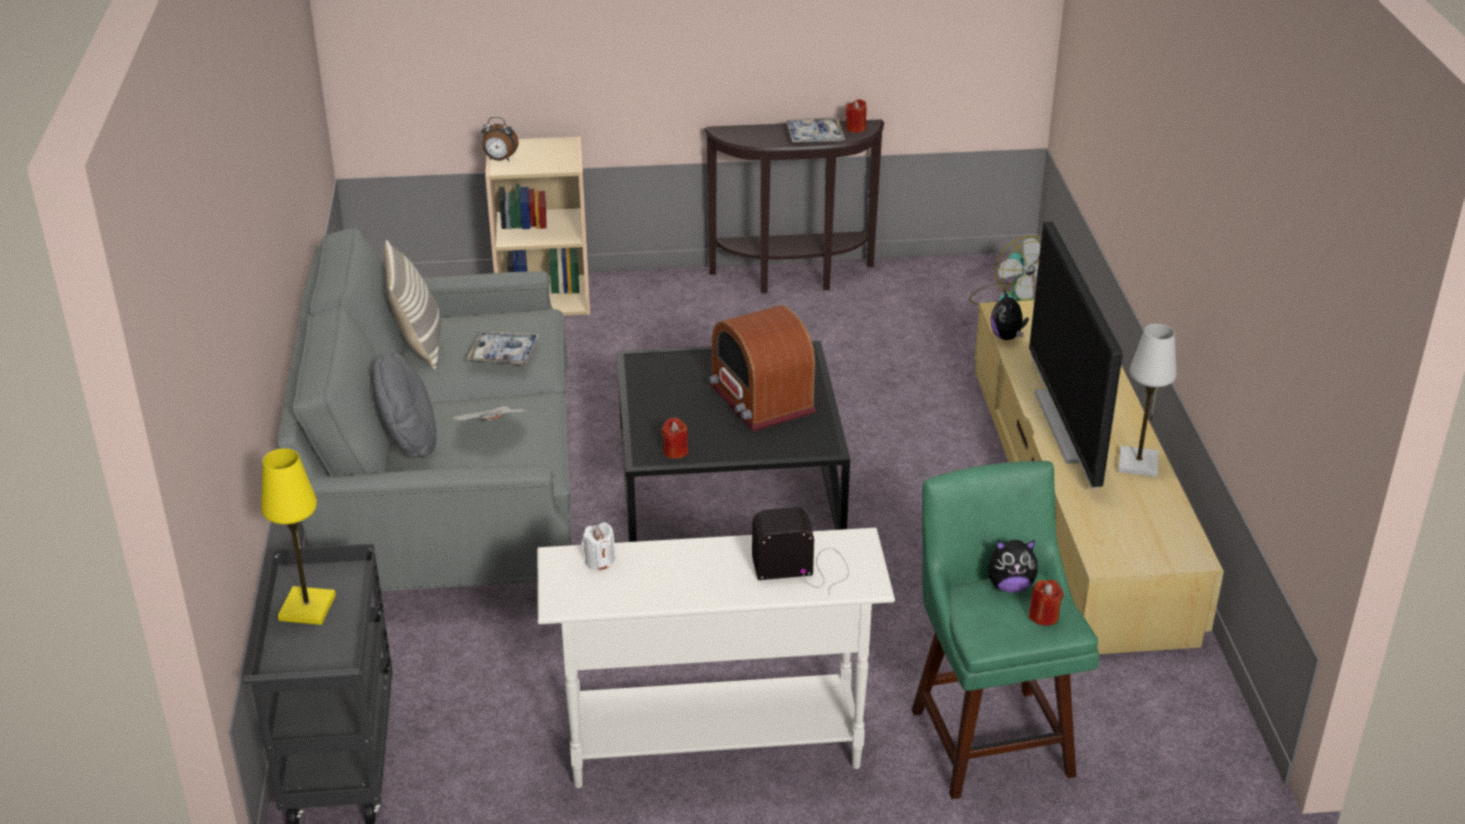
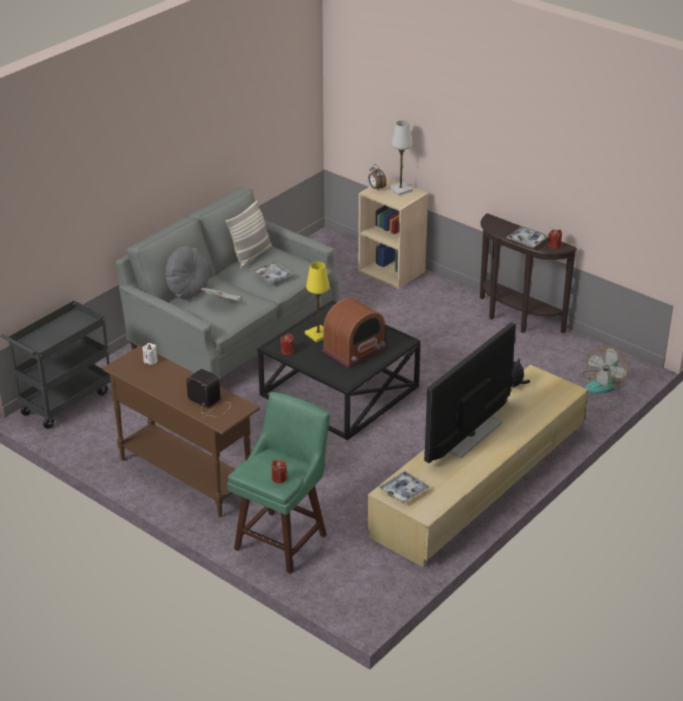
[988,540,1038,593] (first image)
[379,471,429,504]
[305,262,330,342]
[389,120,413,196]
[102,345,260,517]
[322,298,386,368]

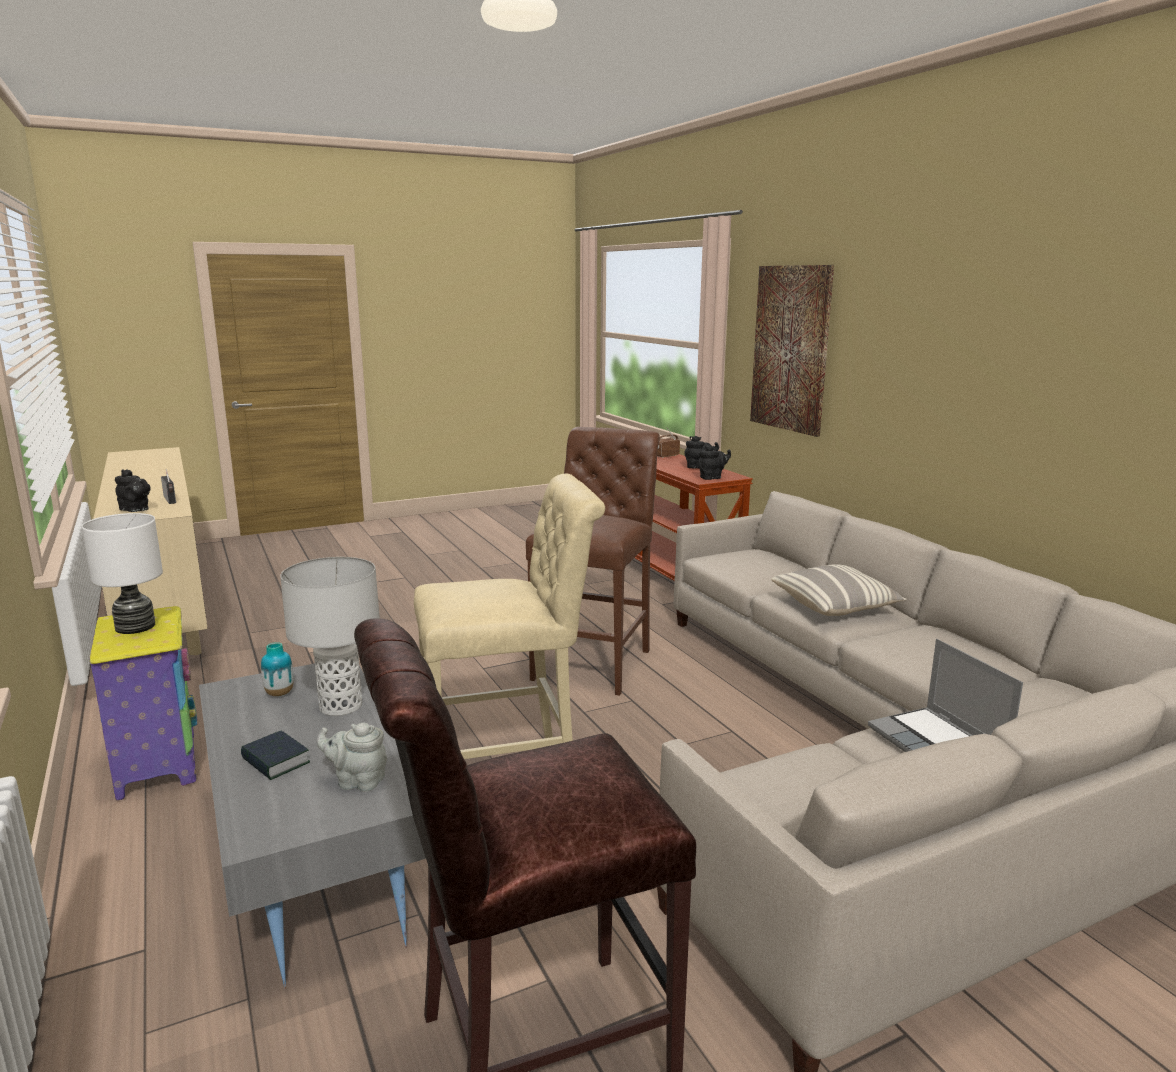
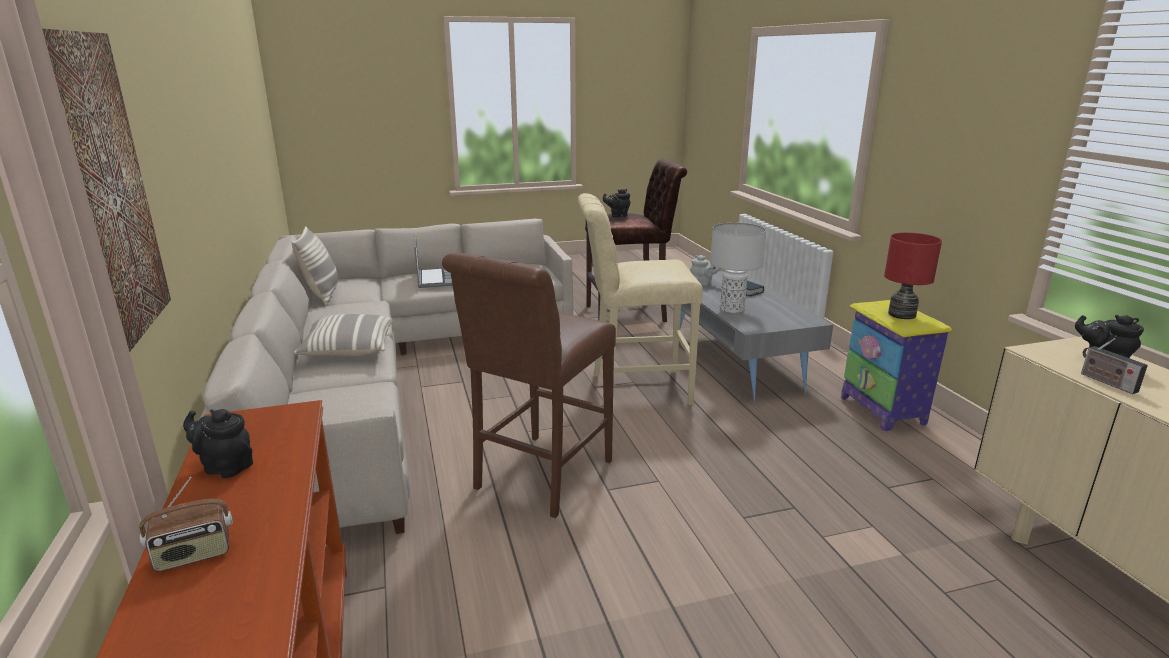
[261,642,294,696] (first image)
[291,226,338,305]
[603,189,631,217]
[884,233,942,319]

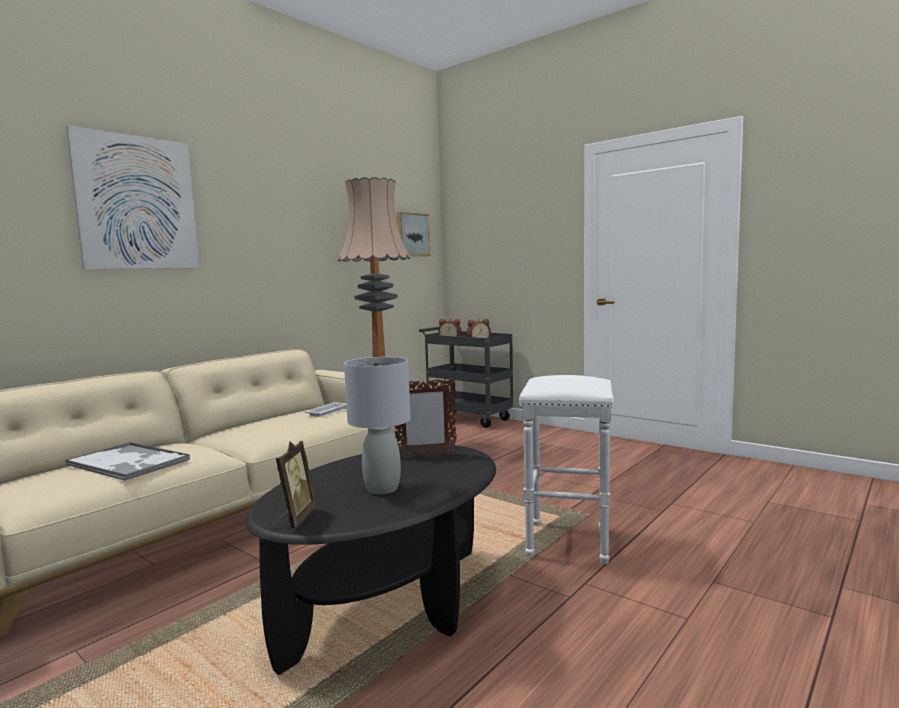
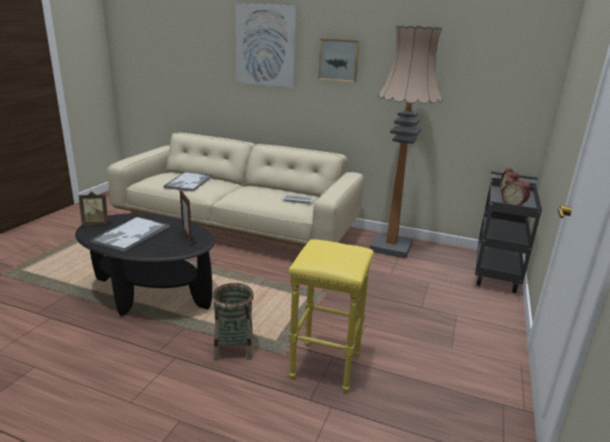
[289,239,374,393]
[318,39,360,82]
[90,217,169,252]
[212,283,254,360]

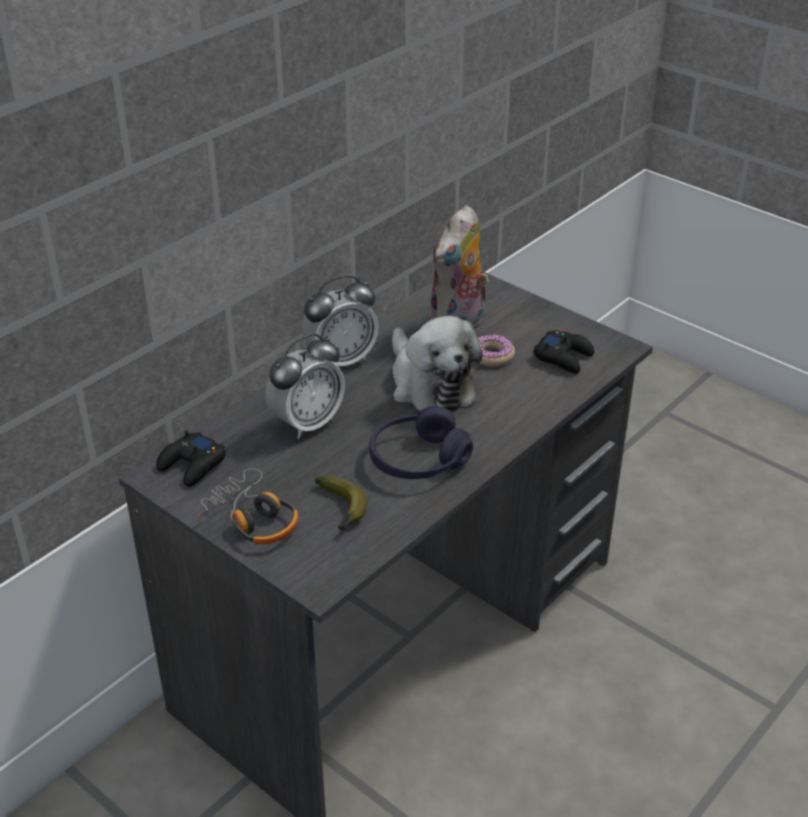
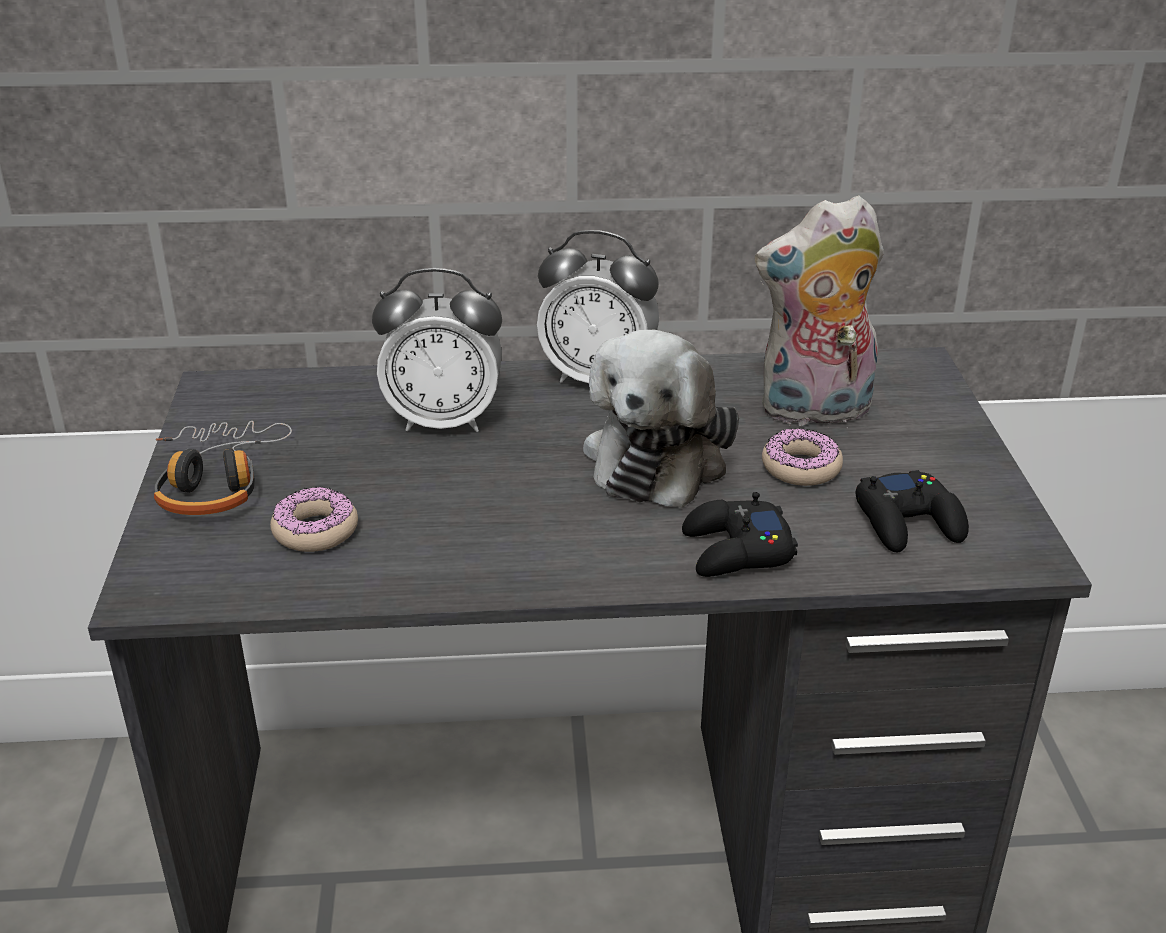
[369,406,473,479] (first image)
[682,492,798,577]
[270,486,358,552]

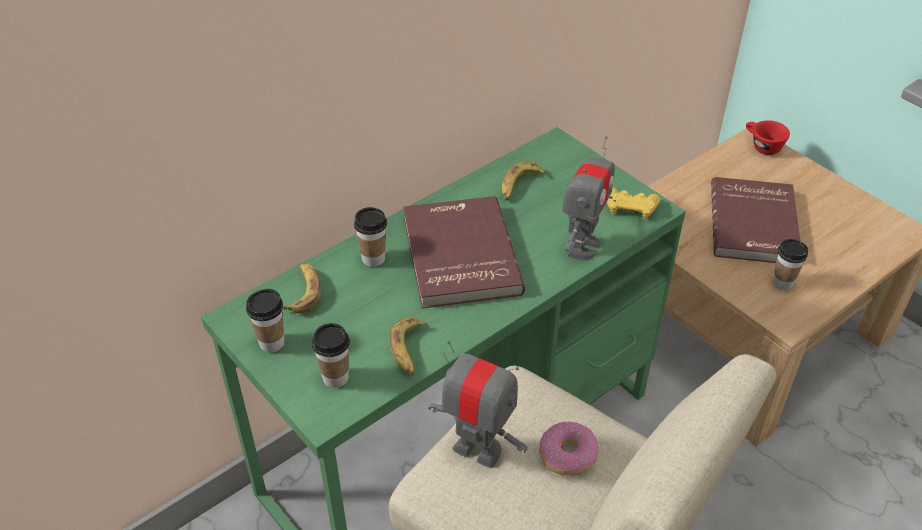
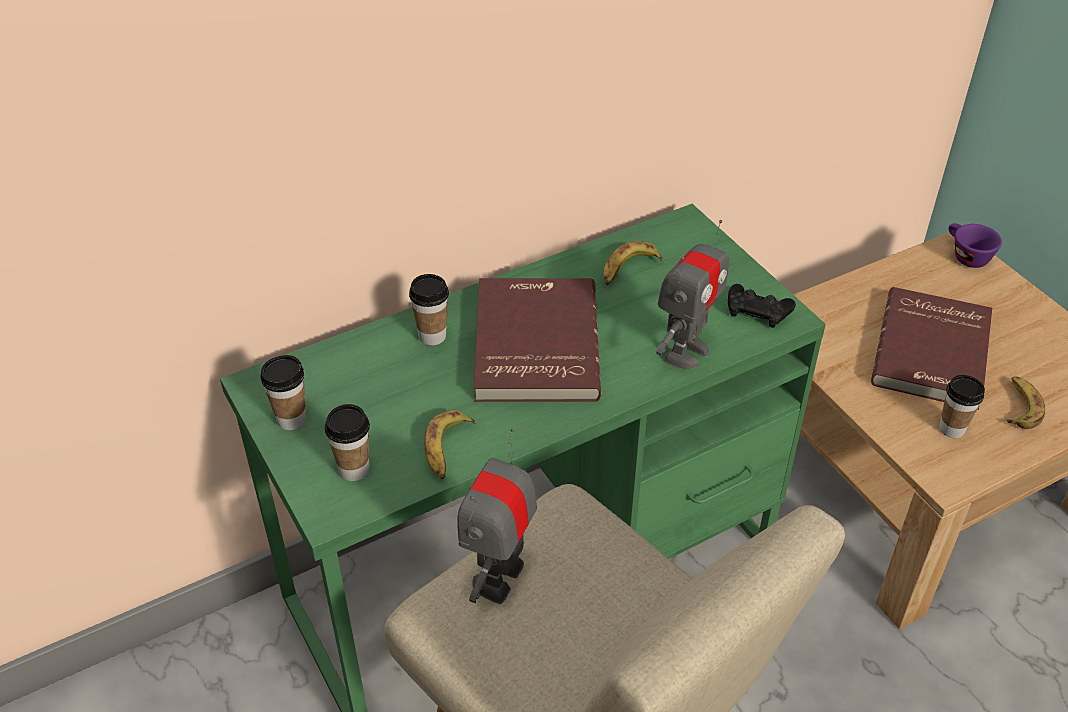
[539,422,599,476] (first image)
[1006,377,1045,429]
[728,284,796,328]
[949,223,1002,268]
[457,428,537,604]

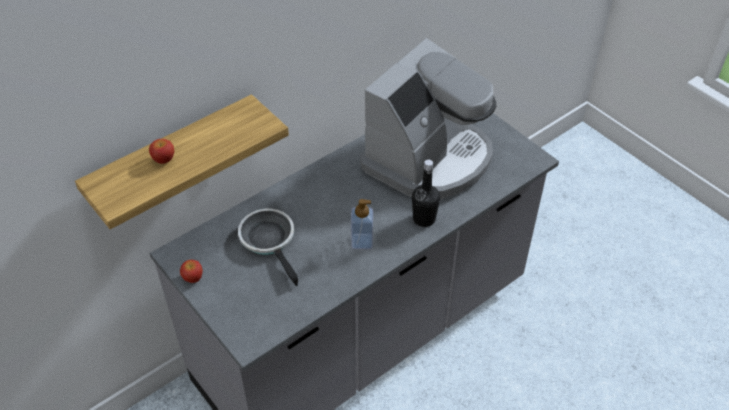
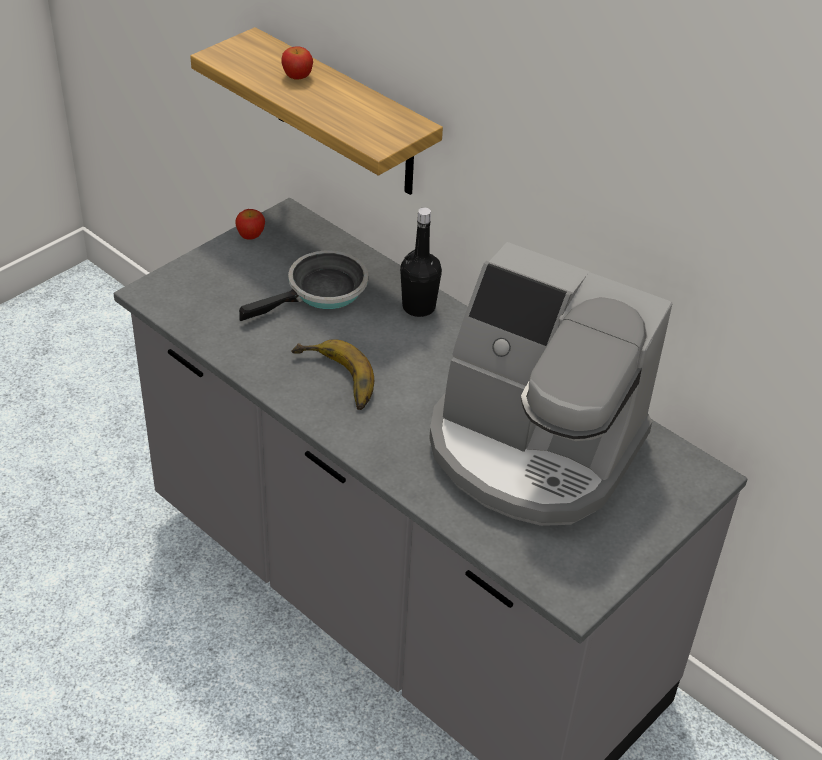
[400,208,442,317]
[291,339,374,410]

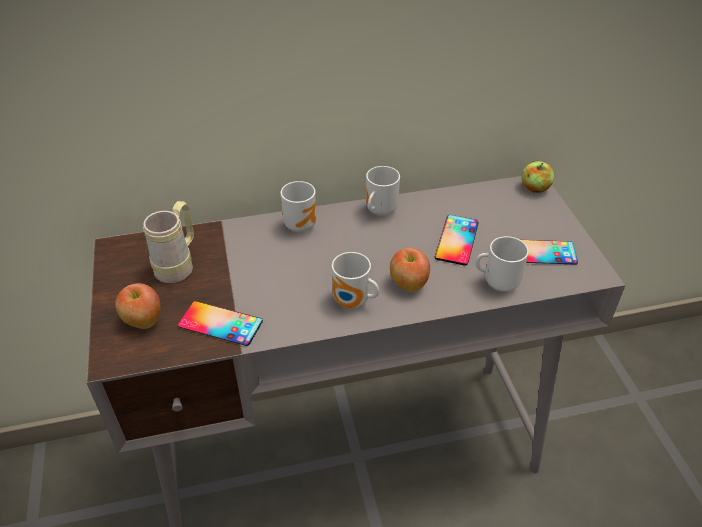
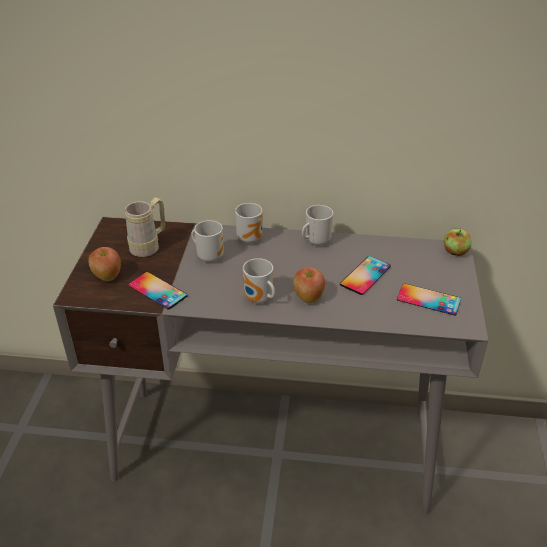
[191,220,224,263]

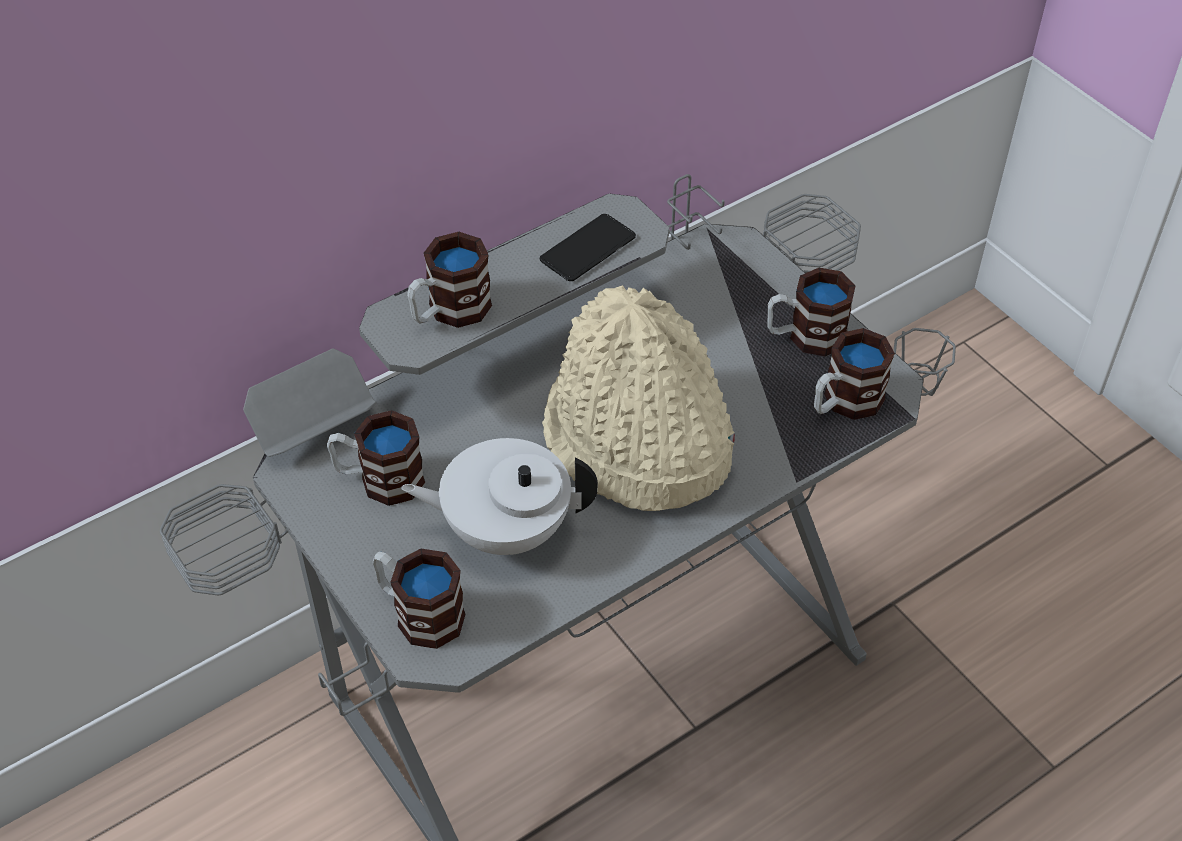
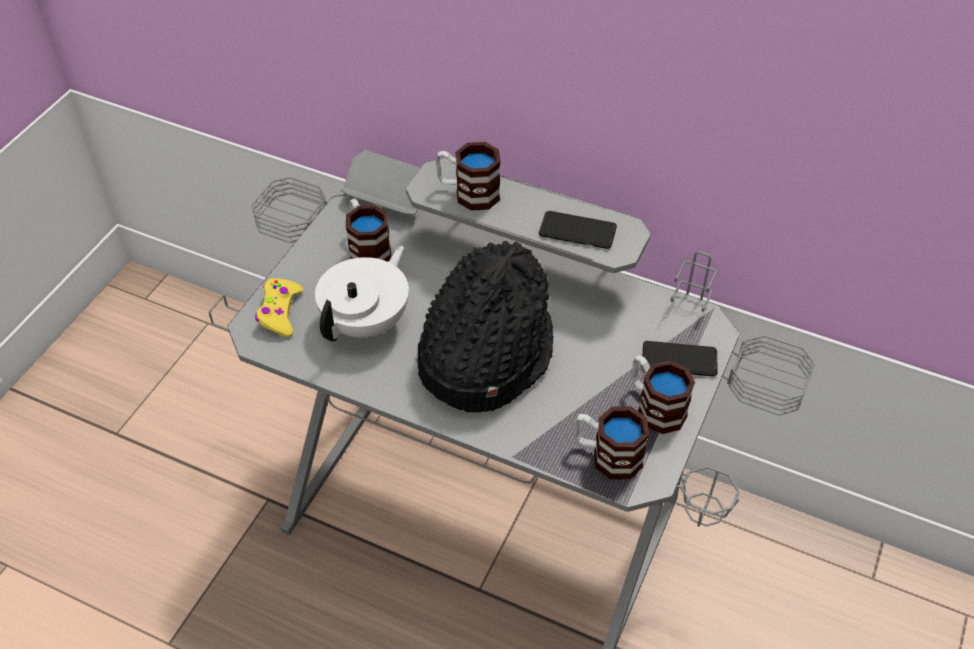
[642,341,718,377]
[255,278,303,337]
[417,241,553,412]
[315,246,409,341]

